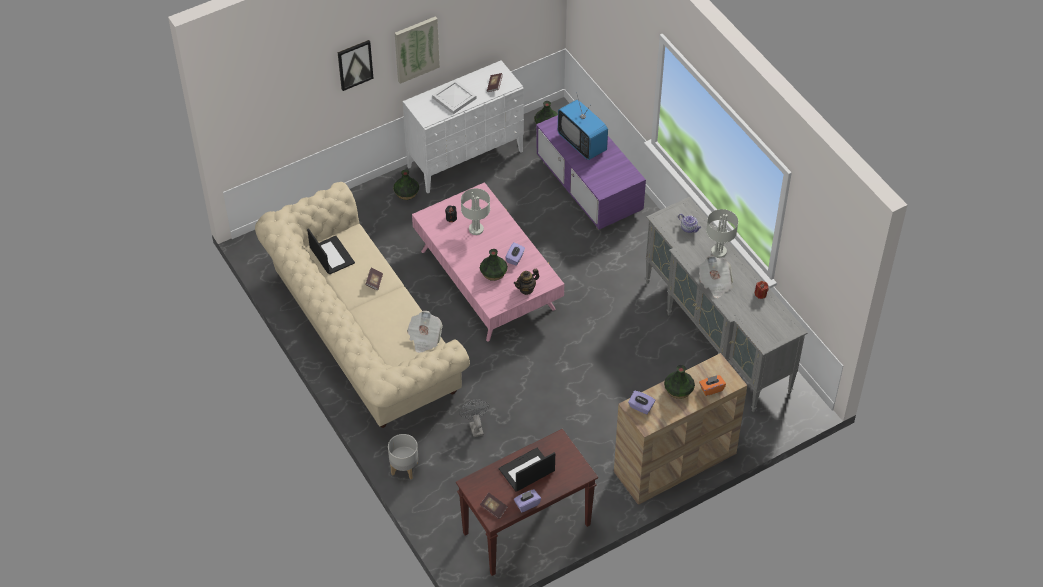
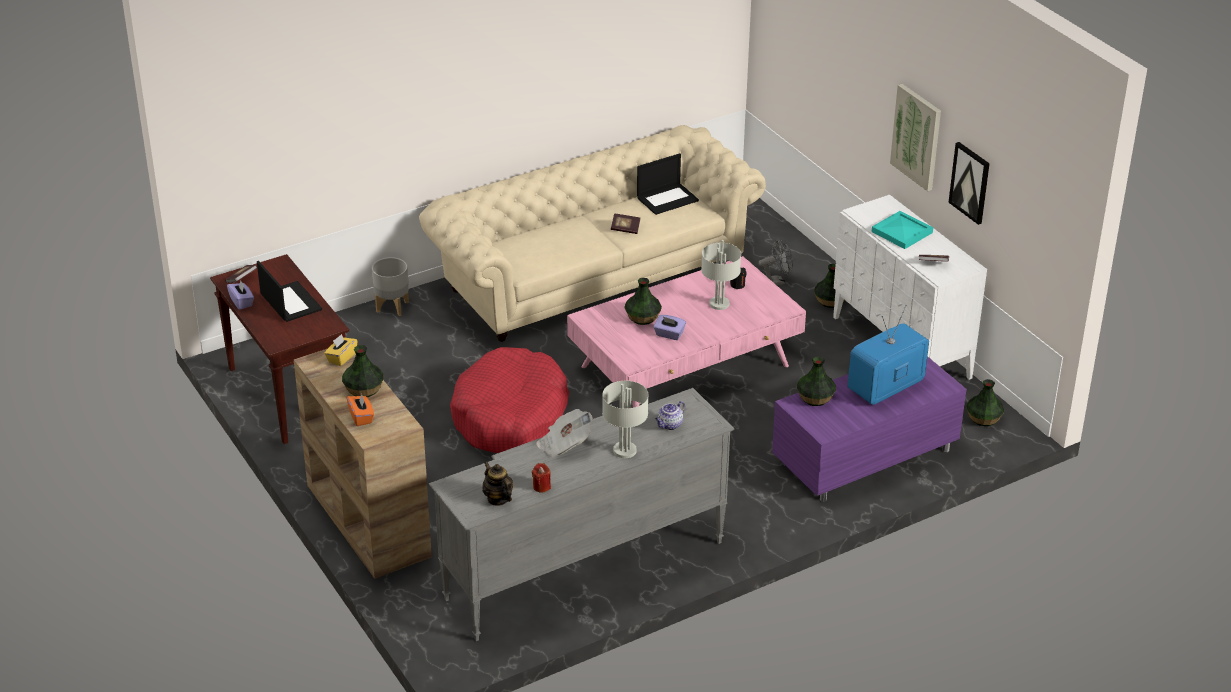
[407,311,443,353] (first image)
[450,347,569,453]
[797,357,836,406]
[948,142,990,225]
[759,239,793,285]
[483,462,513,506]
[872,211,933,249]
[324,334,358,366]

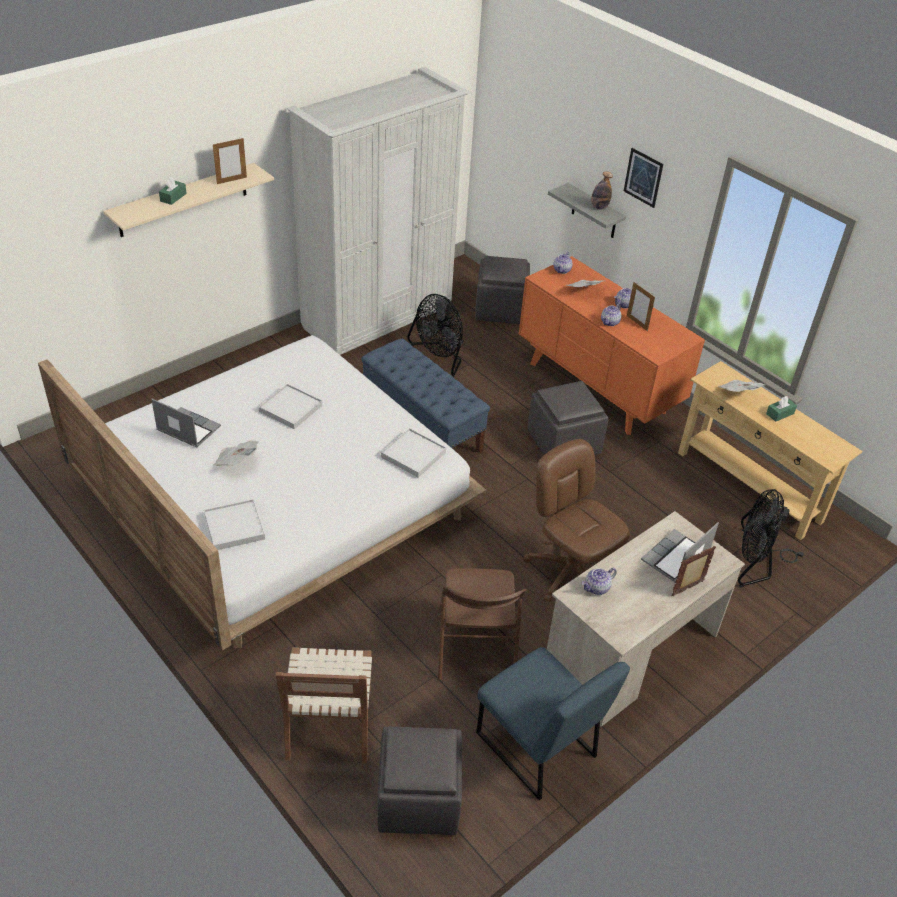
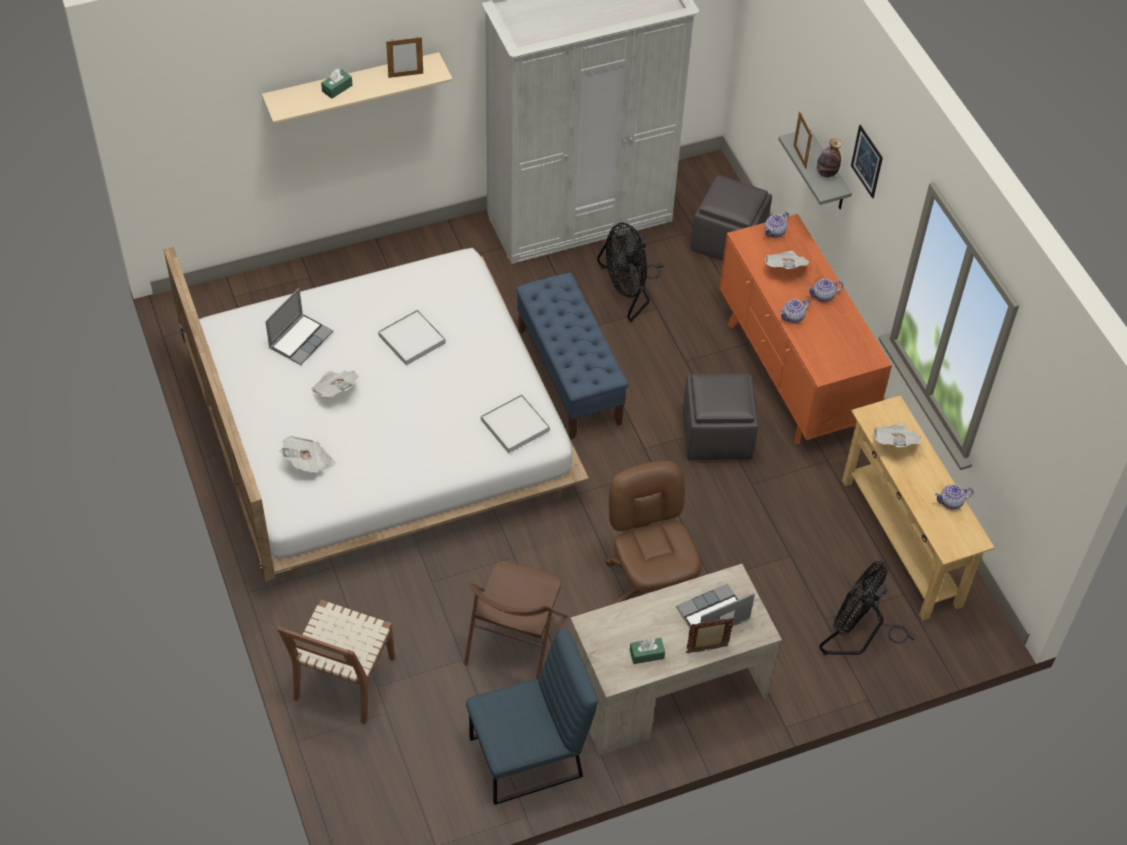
[377,726,462,835] (first image)
[935,484,974,510]
[793,111,812,169]
[630,638,665,664]
[280,436,335,474]
[265,288,333,365]
[466,628,598,805]

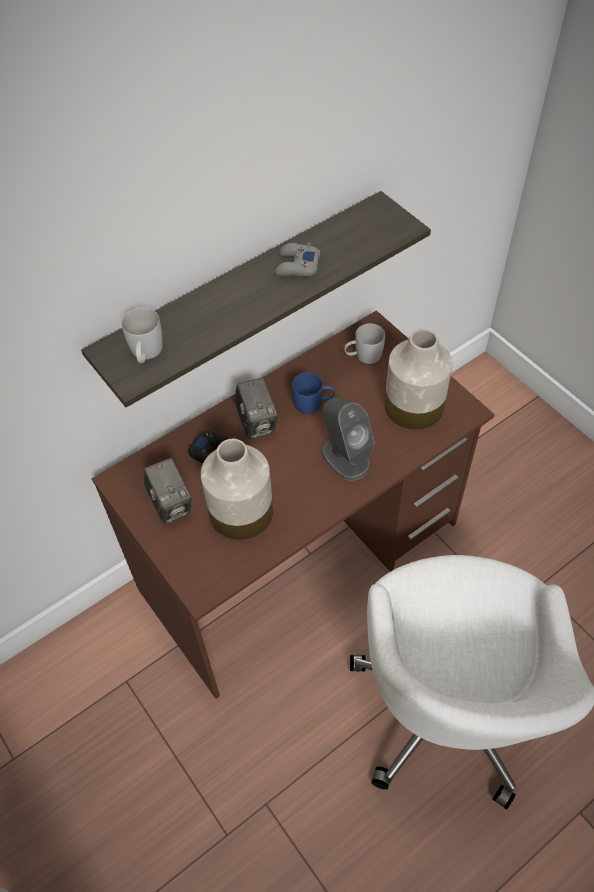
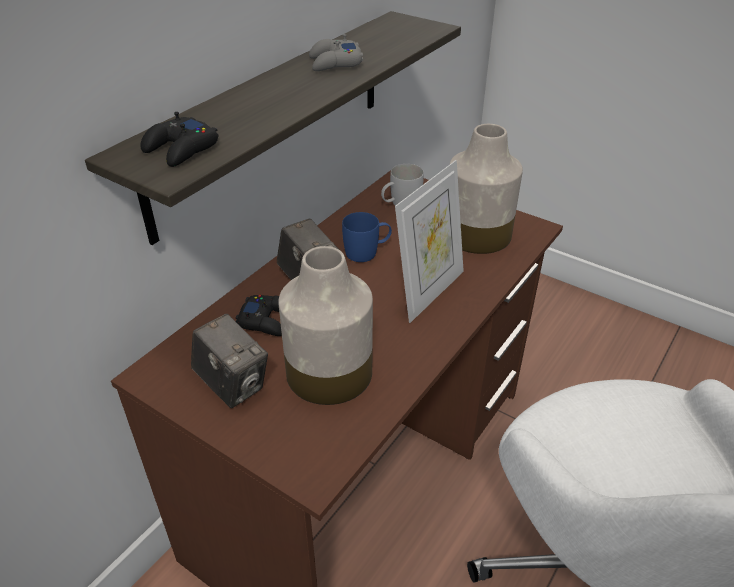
[140,112,219,167]
[395,160,464,323]

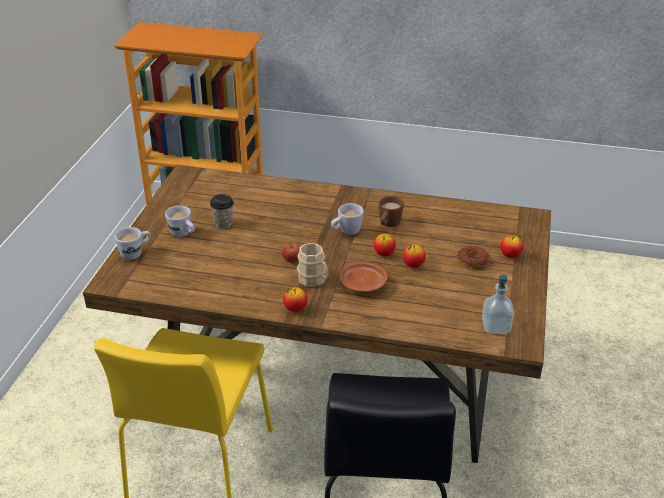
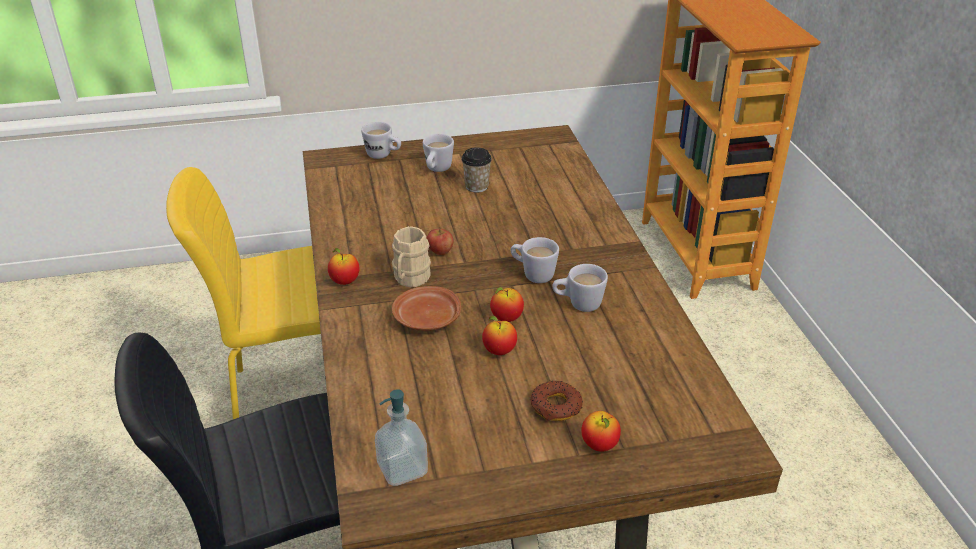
[553,264,608,312]

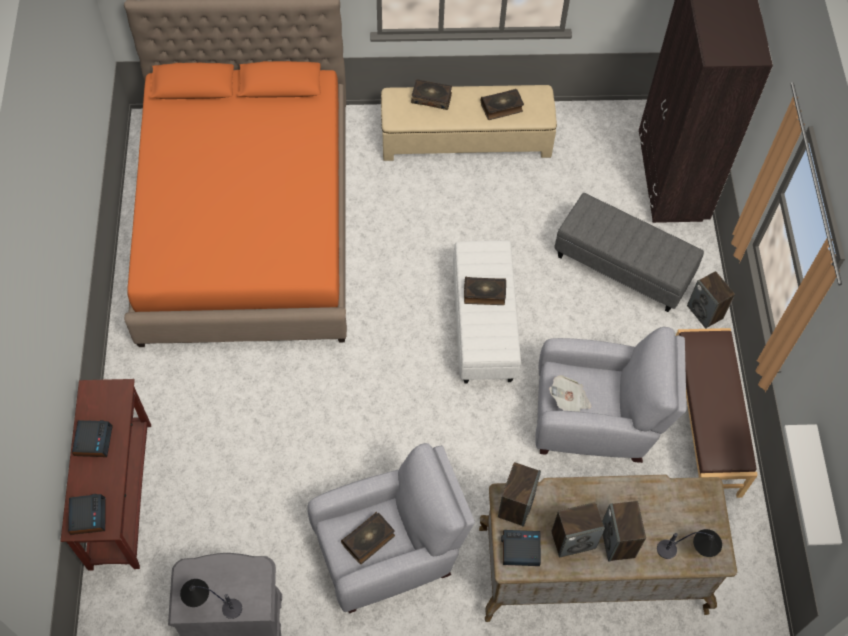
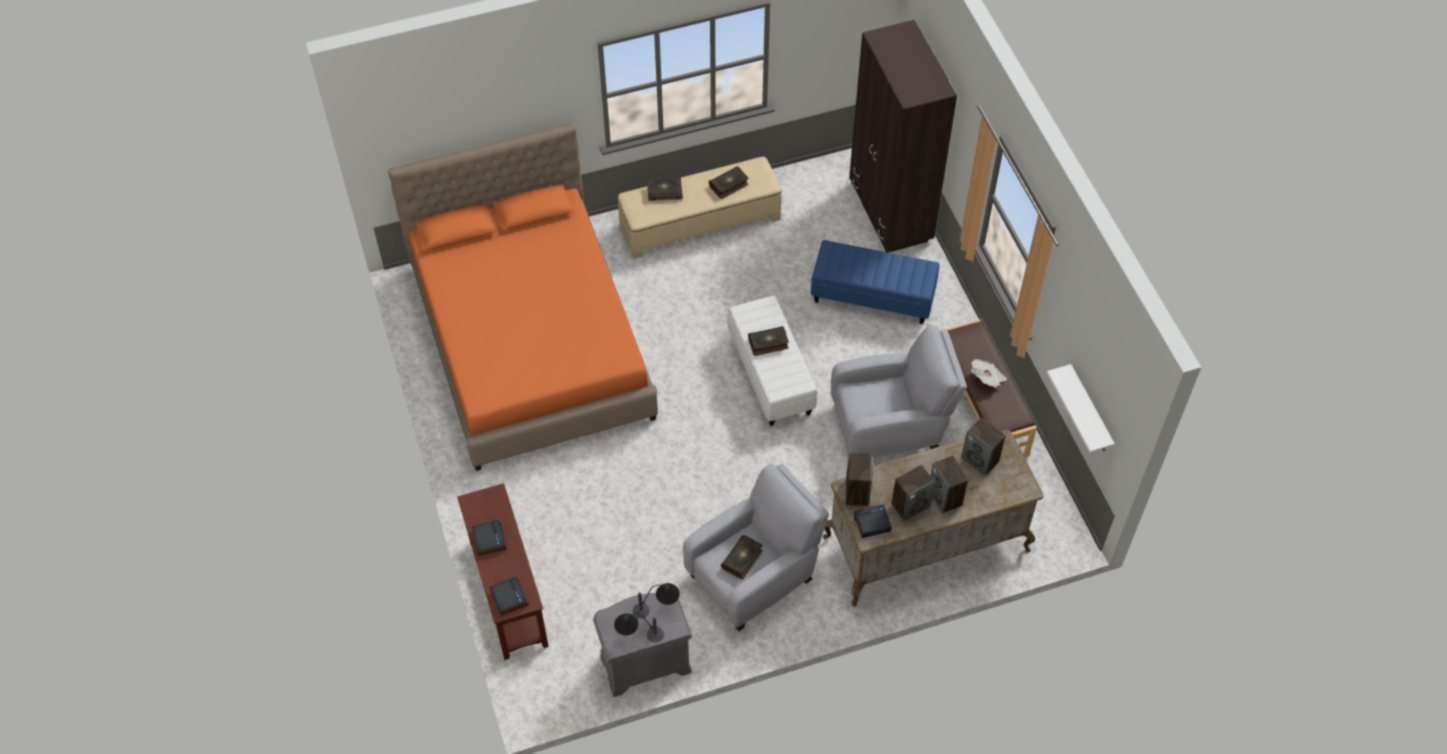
[971,359,1007,388]
[633,583,680,619]
[961,418,1006,475]
[811,240,939,324]

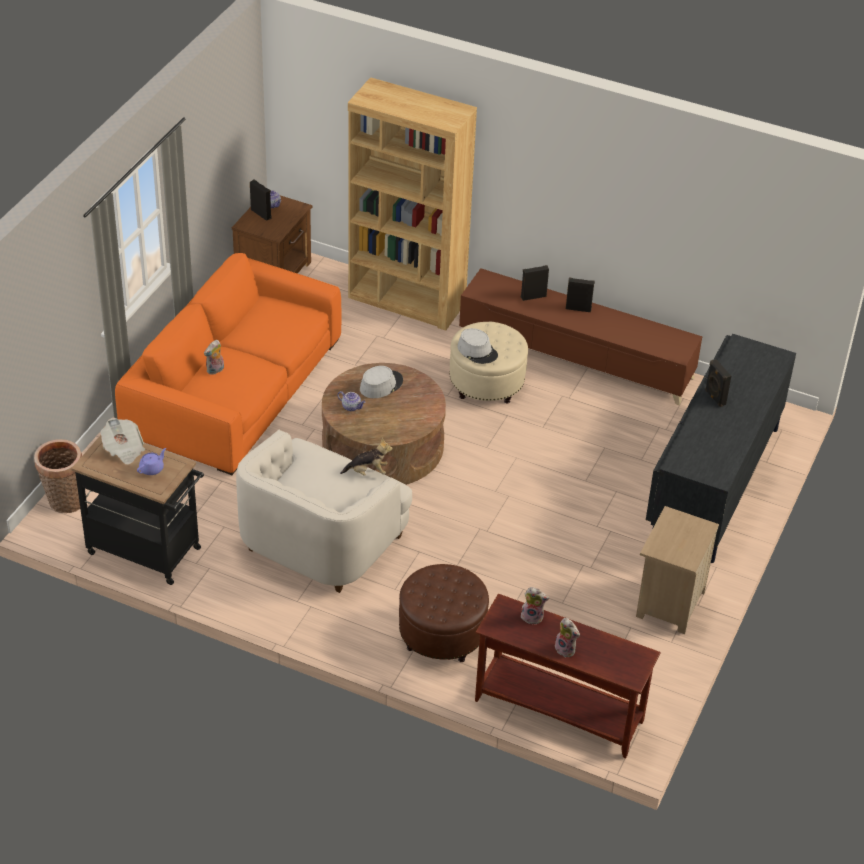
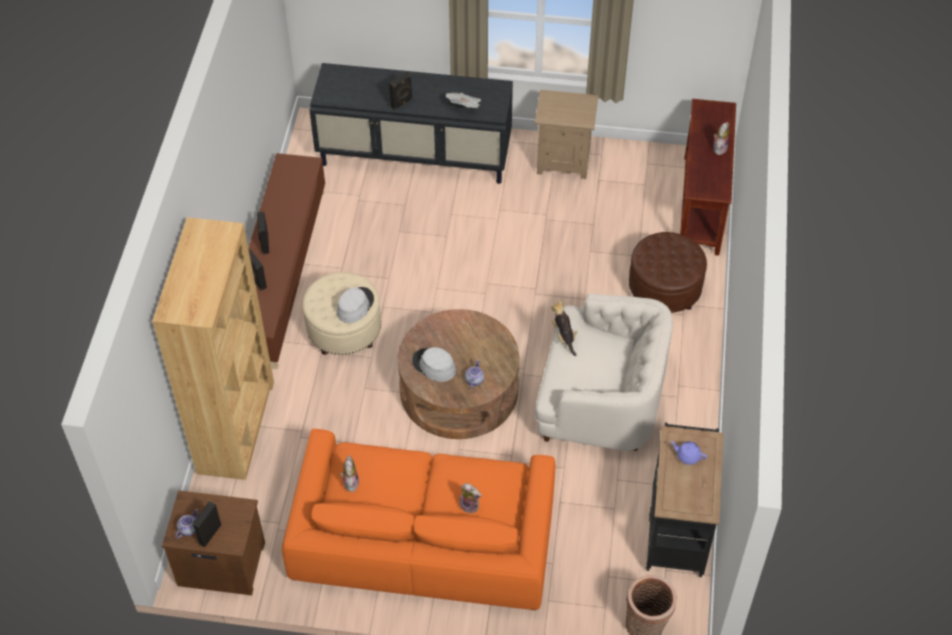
[446,93,481,108]
[340,455,359,492]

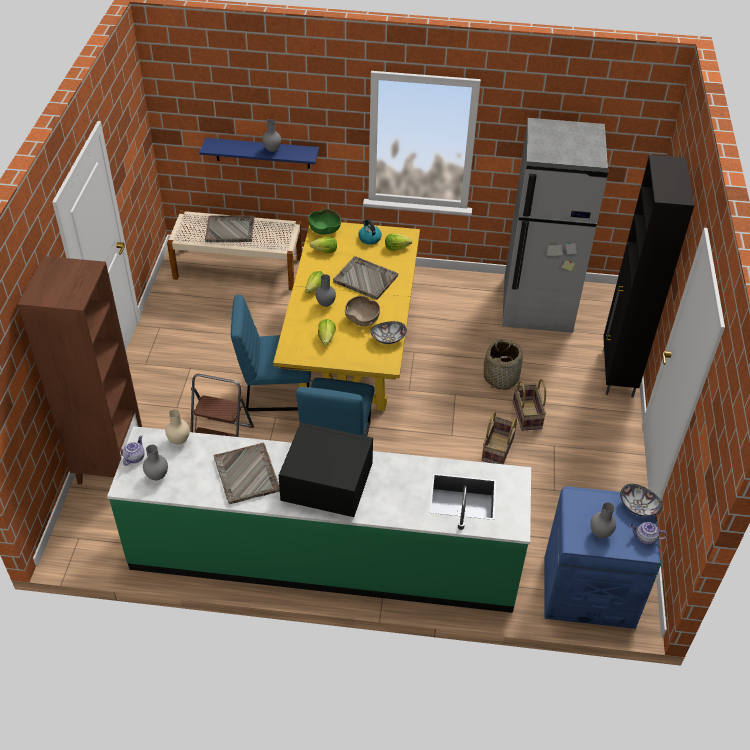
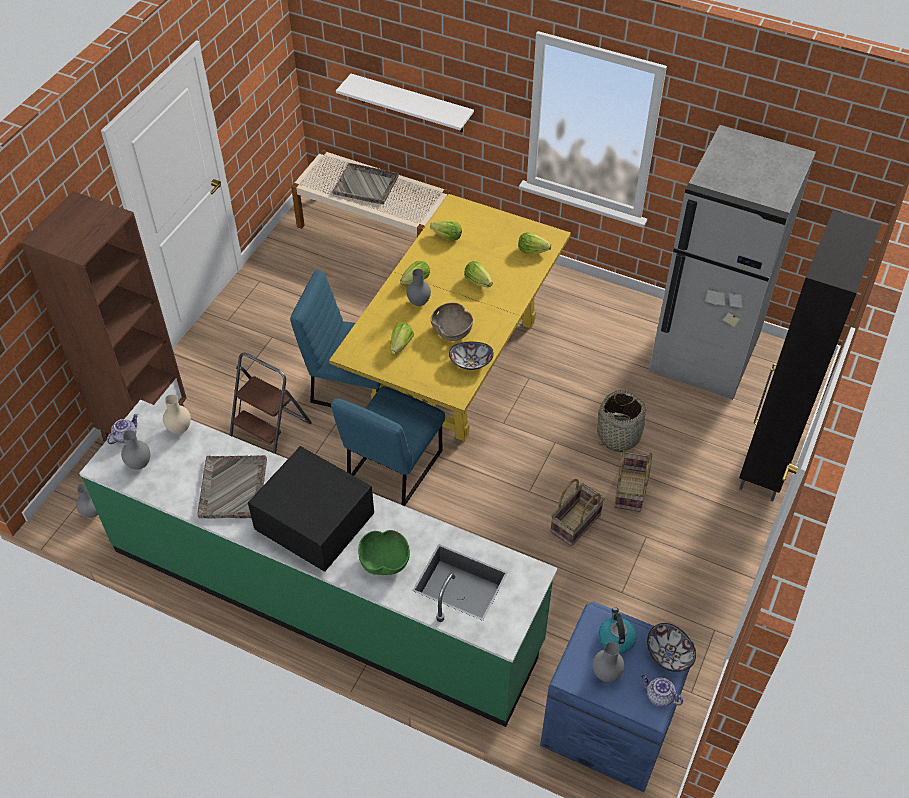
[76,484,98,518]
[358,530,410,575]
[599,607,637,654]
[464,261,493,287]
[336,74,474,133]

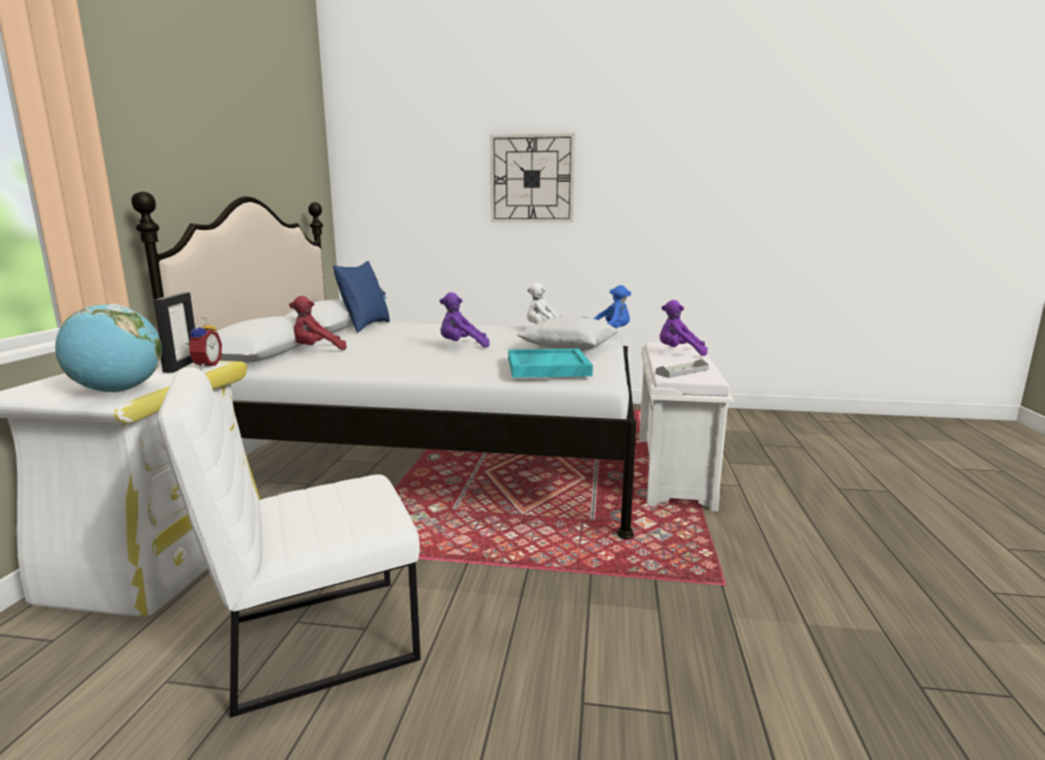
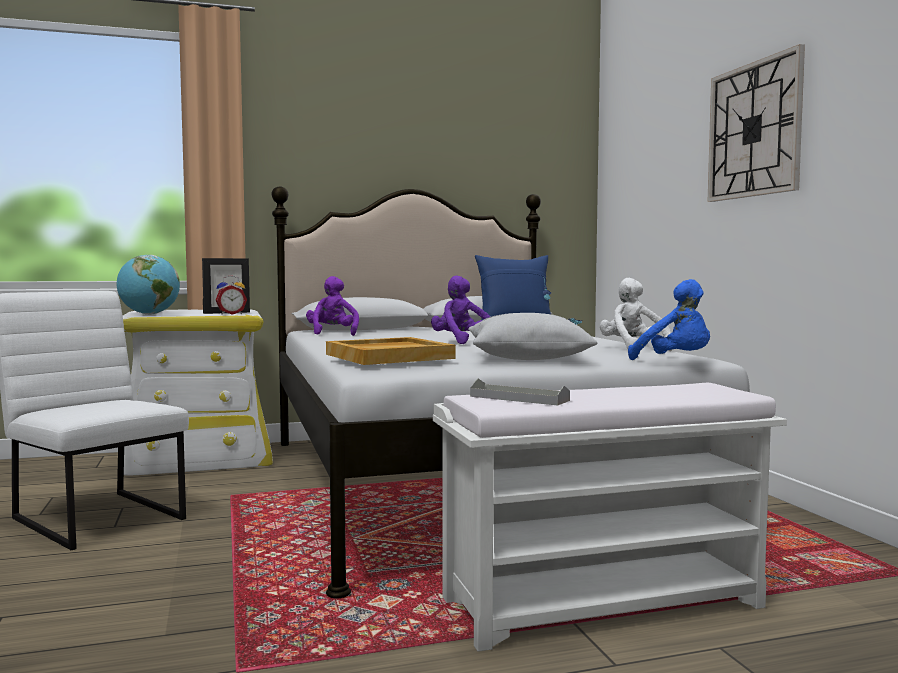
[289,296,346,350] (first image)
[306,276,359,336]
[326,337,455,365]

